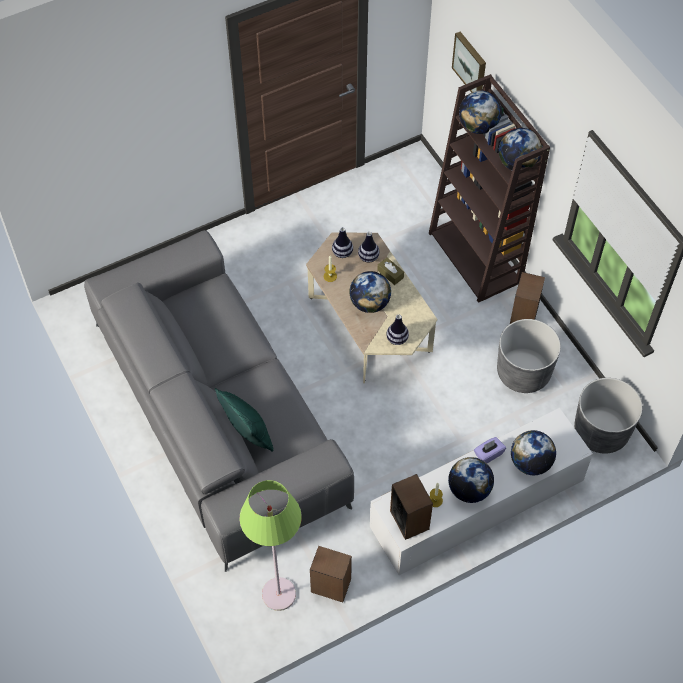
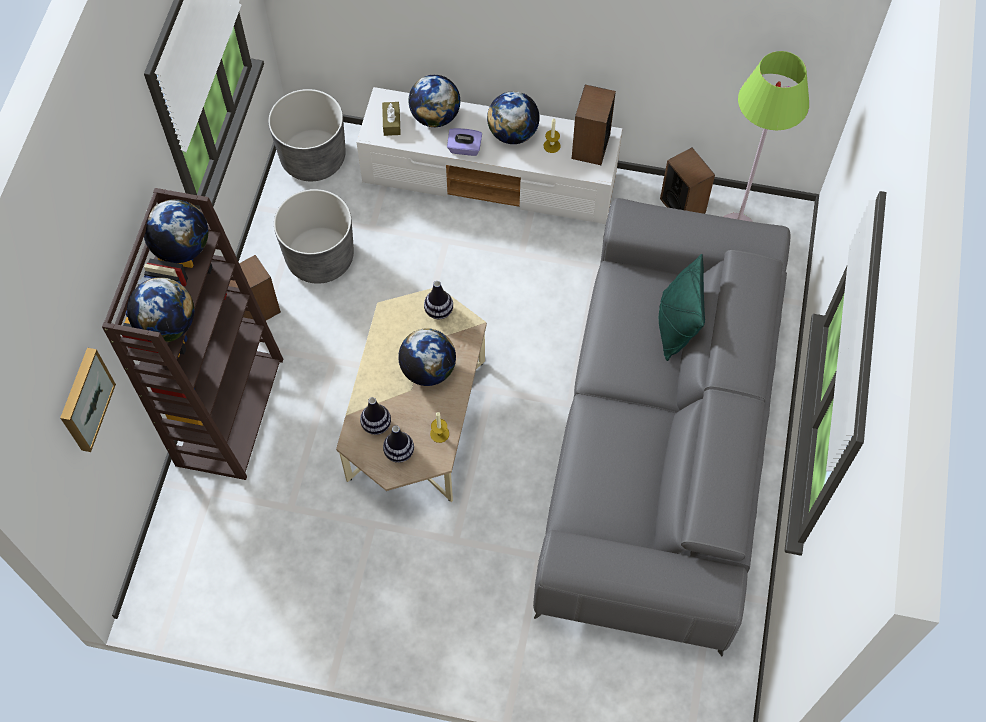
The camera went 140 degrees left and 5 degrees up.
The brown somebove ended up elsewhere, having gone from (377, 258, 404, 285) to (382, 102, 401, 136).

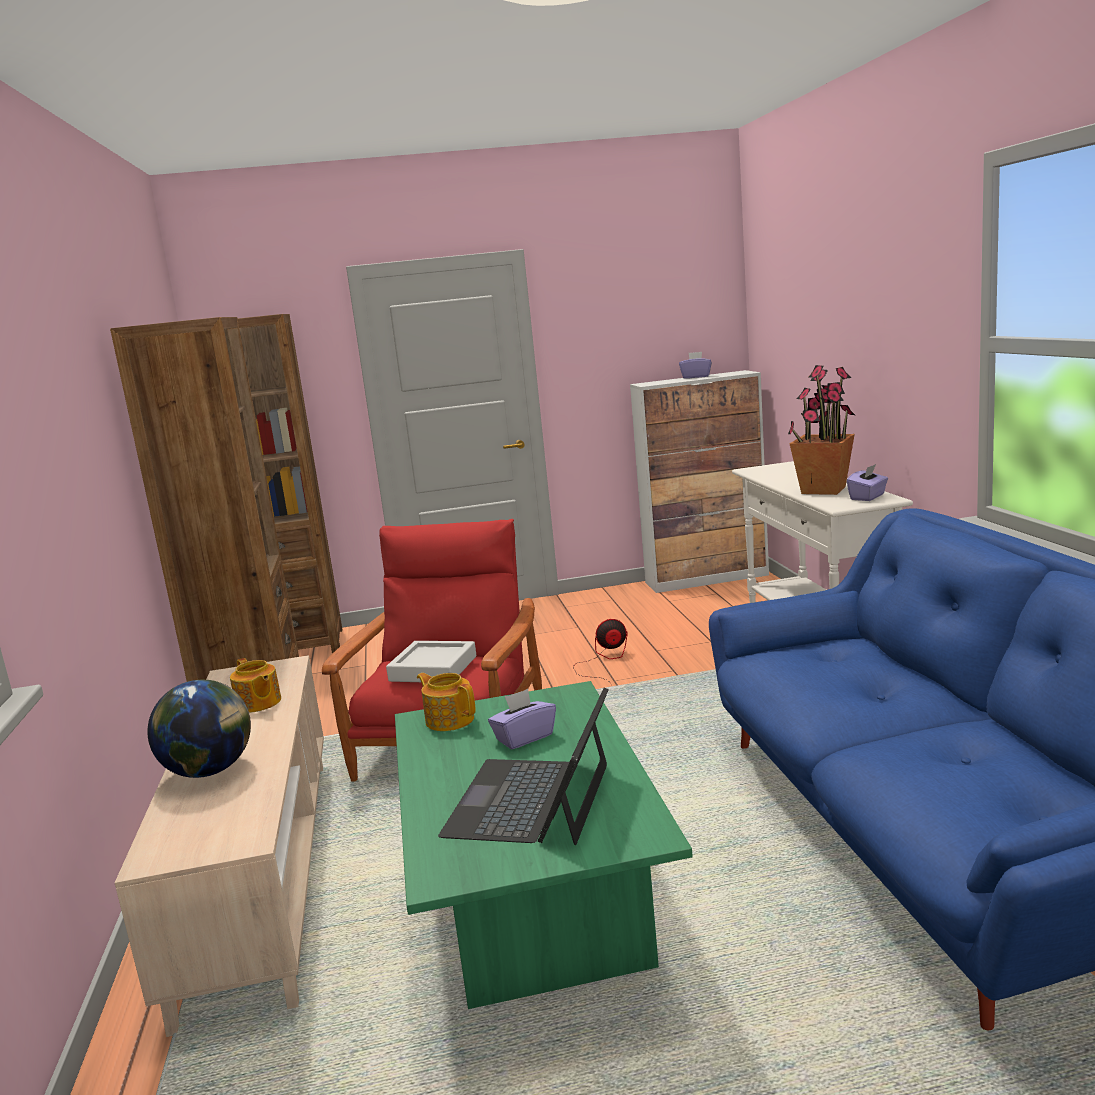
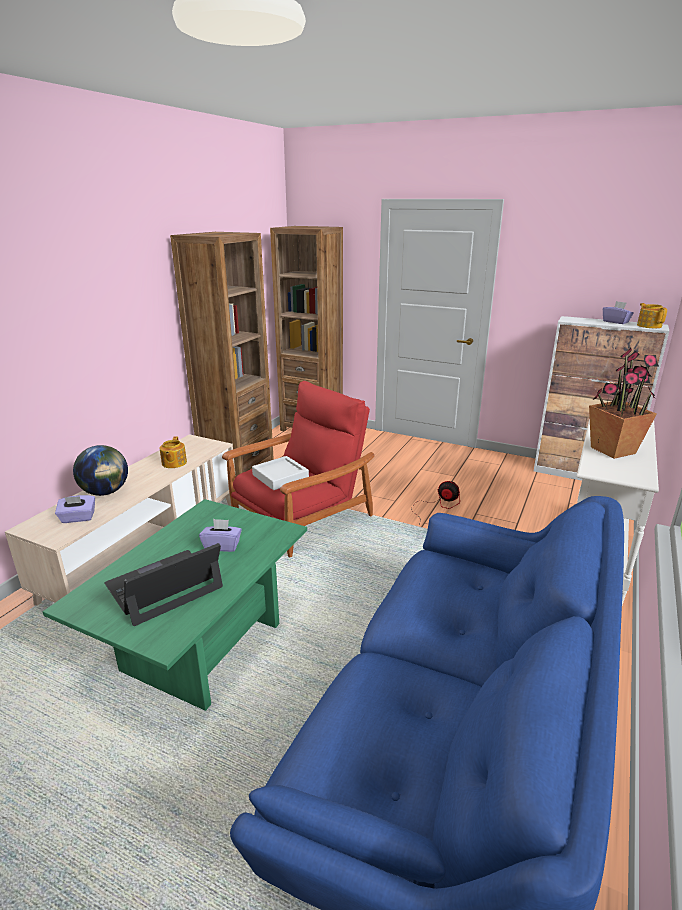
The camera went 35 degrees right and 10 degrees up.
The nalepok ended up elsewhere, having gone from (417, 673, 476, 731) to (637, 303, 667, 328).
The purple somebove ended up elsewhere, having gone from (847, 464, 888, 501) to (55, 495, 95, 523).

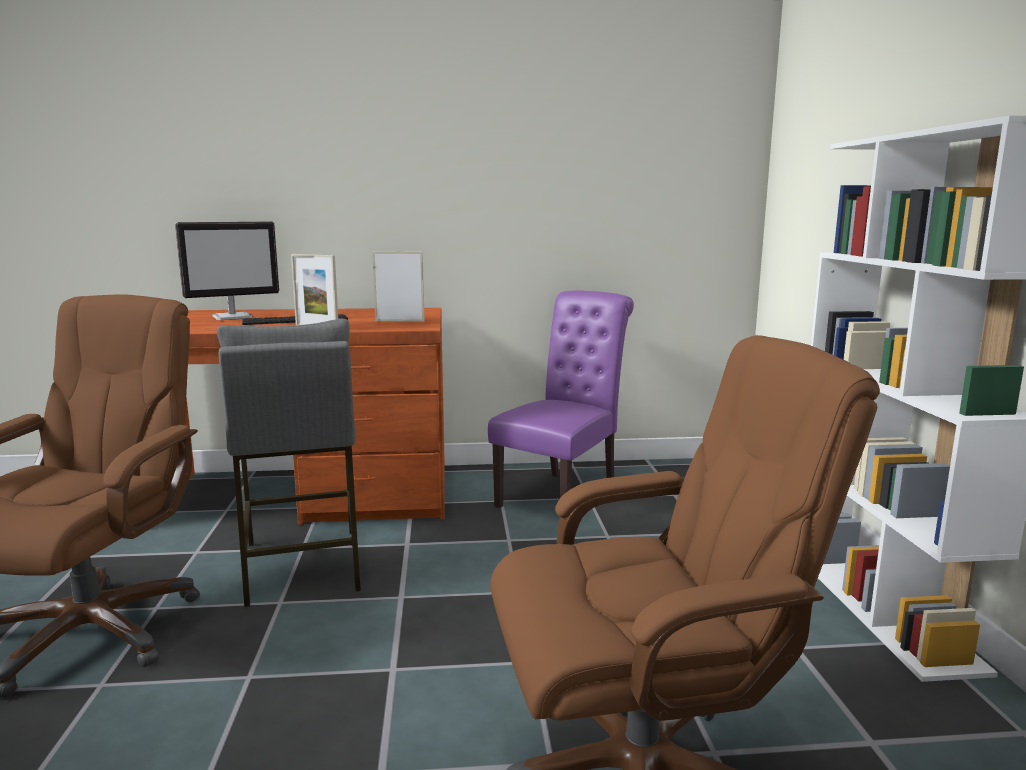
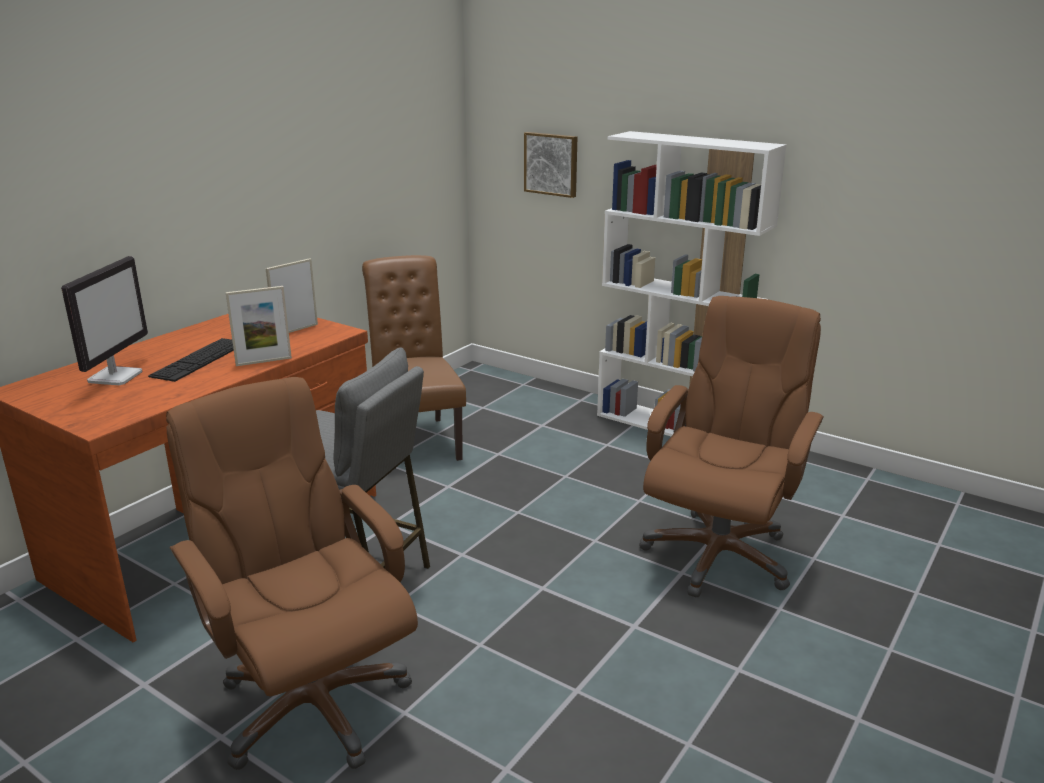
The camera went 50 degrees left and 10 degrees up.
What was the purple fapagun at (488, 290, 634, 508) turned into the brown fapagun at (362, 255, 466, 469).
The second view gained the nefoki at (524, 132, 577, 198).

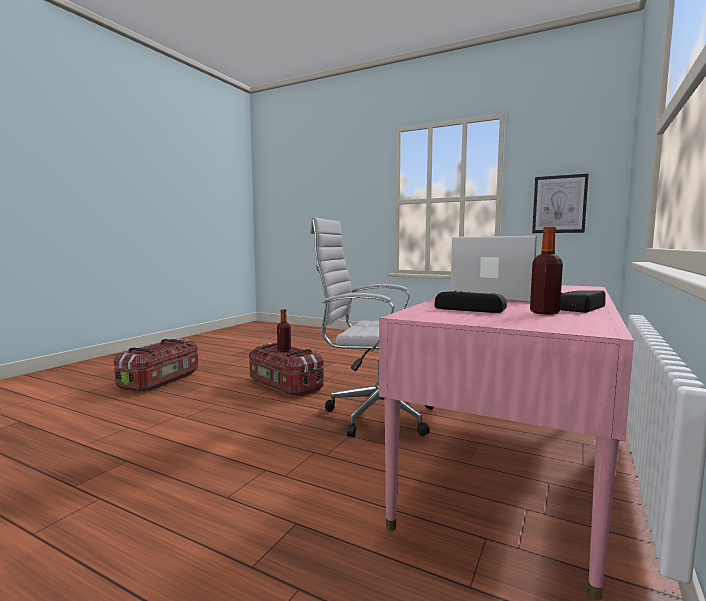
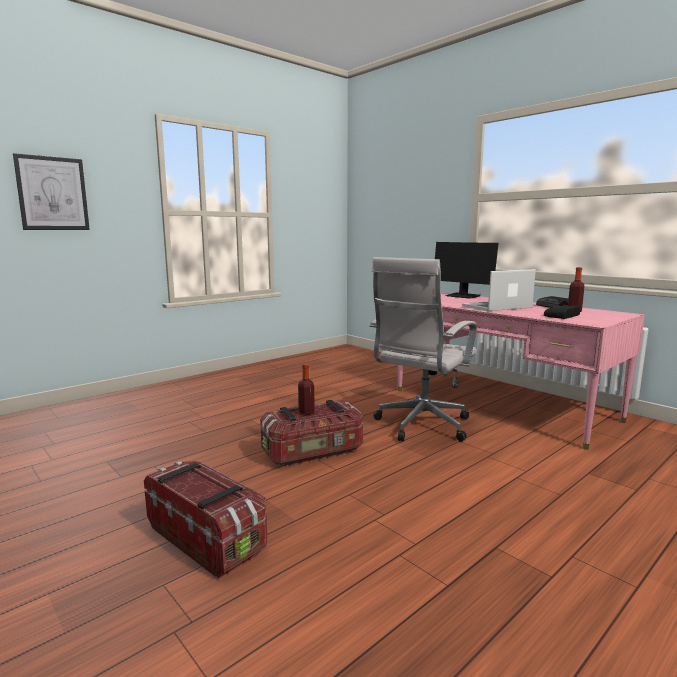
The camera went 70 degrees left and 5 degrees up.
The nefoki ended up elsewhere, having gone from (532, 173, 589, 233) to (13, 153, 90, 230).
The second view gained the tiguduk at (435, 242, 498, 299).

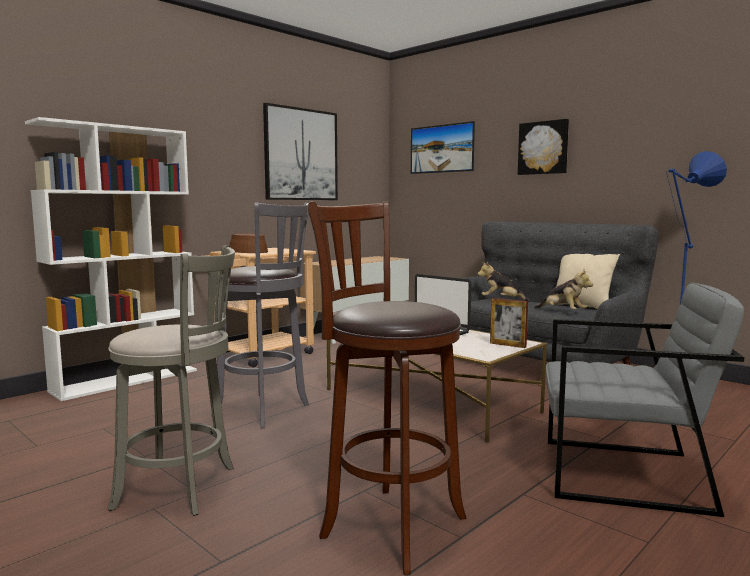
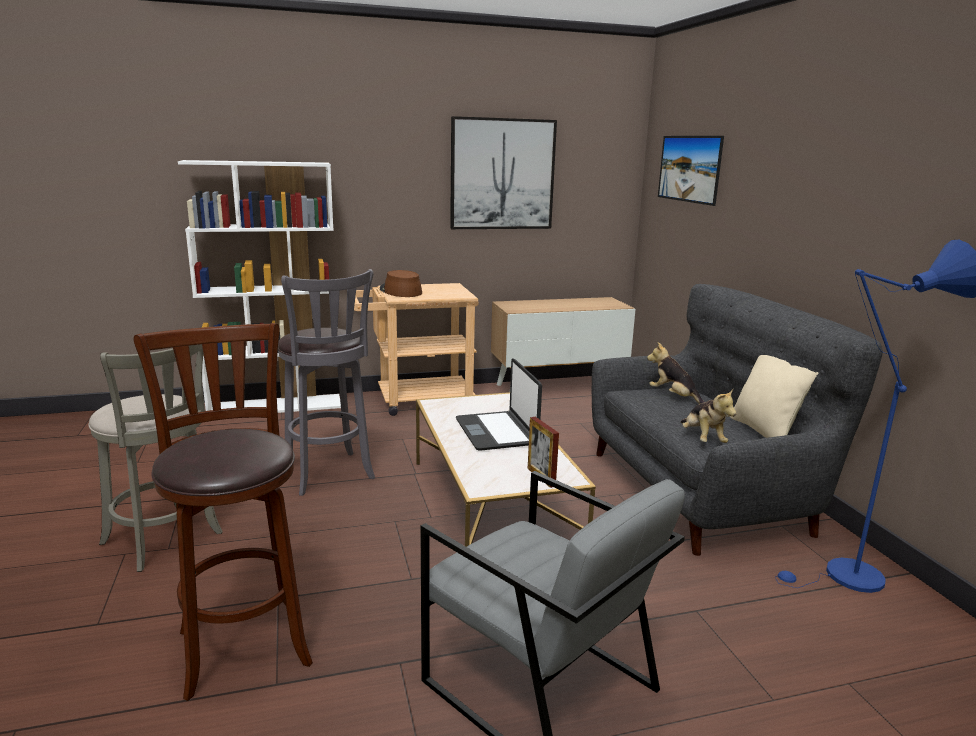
The camera went 30 degrees right and 10 degrees up.
The second view lost the nefoki at (518, 119, 569, 175).

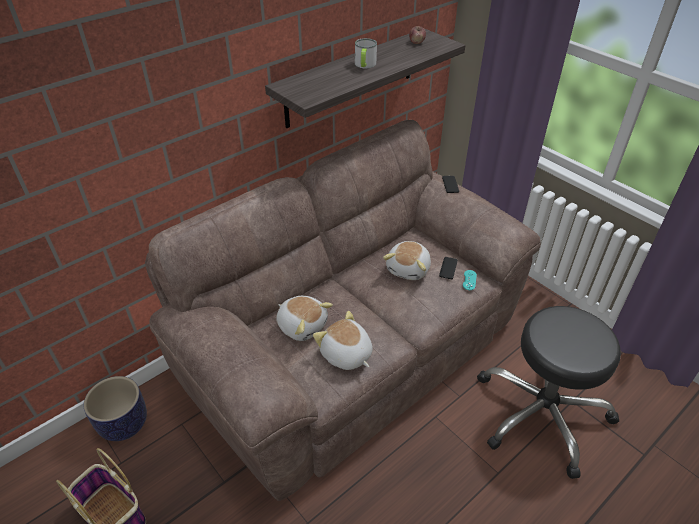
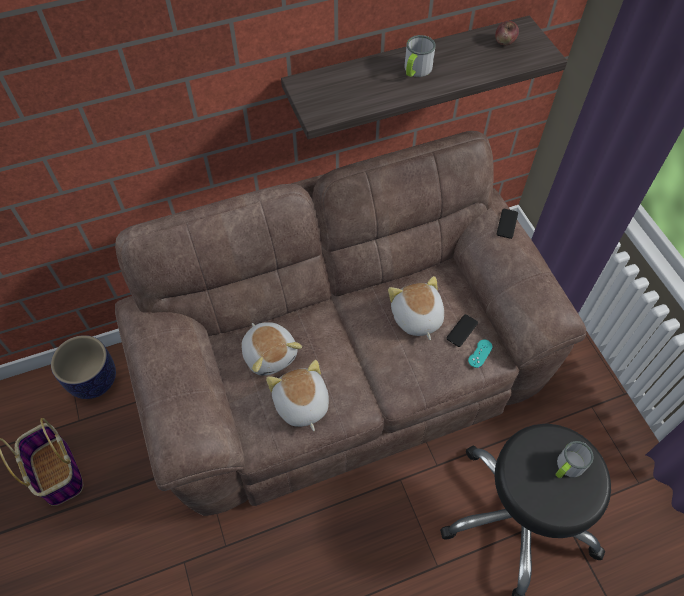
The camera went 20 degrees right and 15 degrees up.
The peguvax at (383, 241, 431, 280) ended up facing another way, 120 degrees clockwise from before.
The second view gained the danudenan at (556, 441, 594, 478).

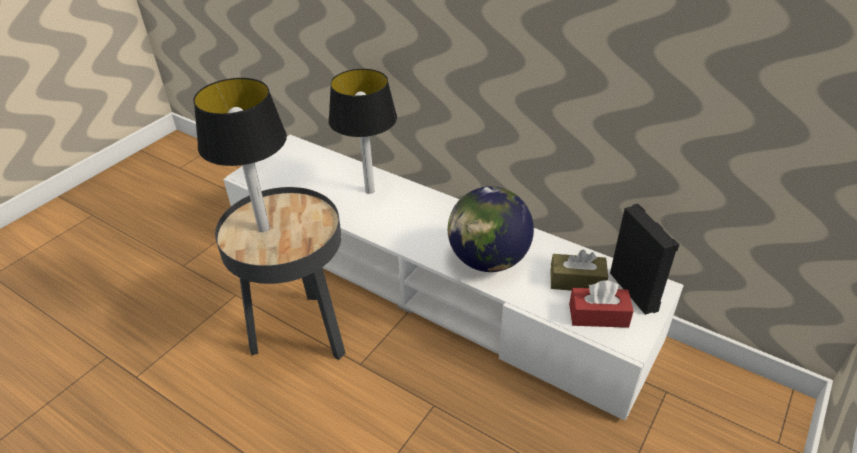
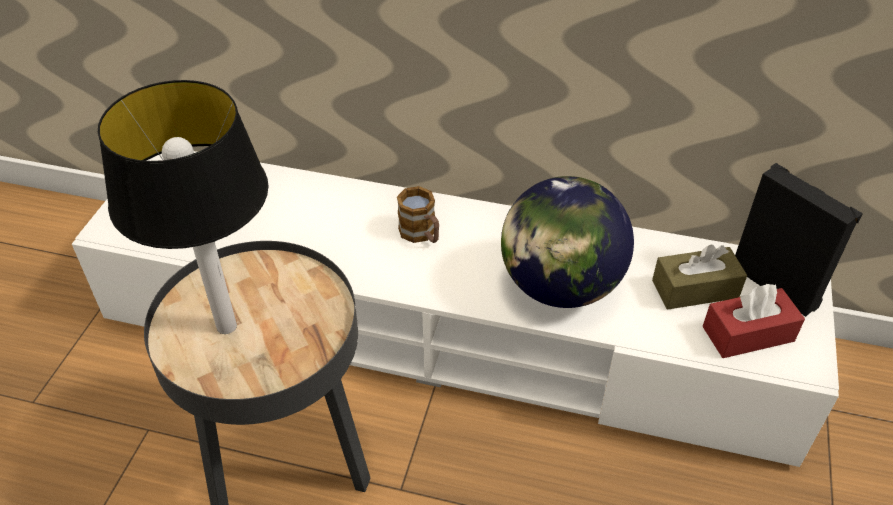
The camera went 20 degrees left and 5 degrees up.
The second view lost the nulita at (328, 69, 397, 194).
The second view gained the danudenan at (397, 186, 439, 243).

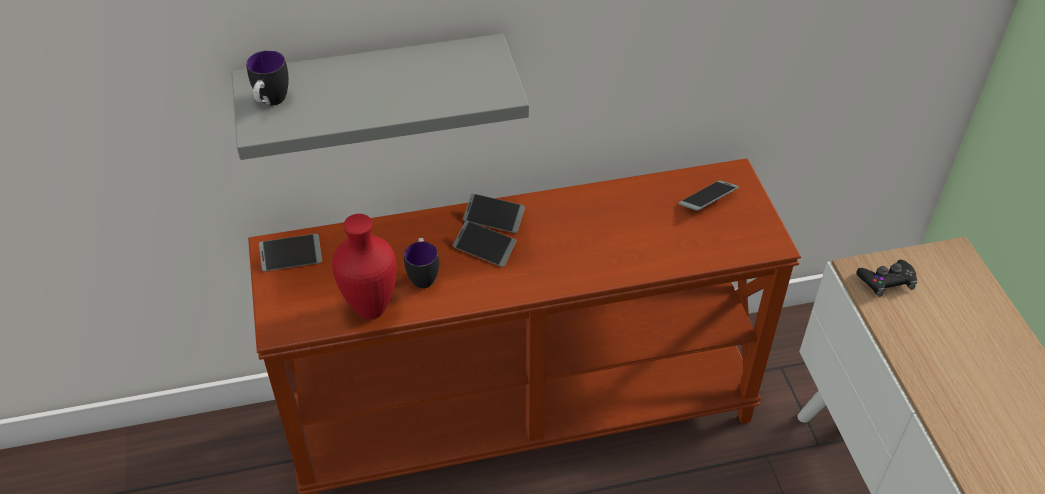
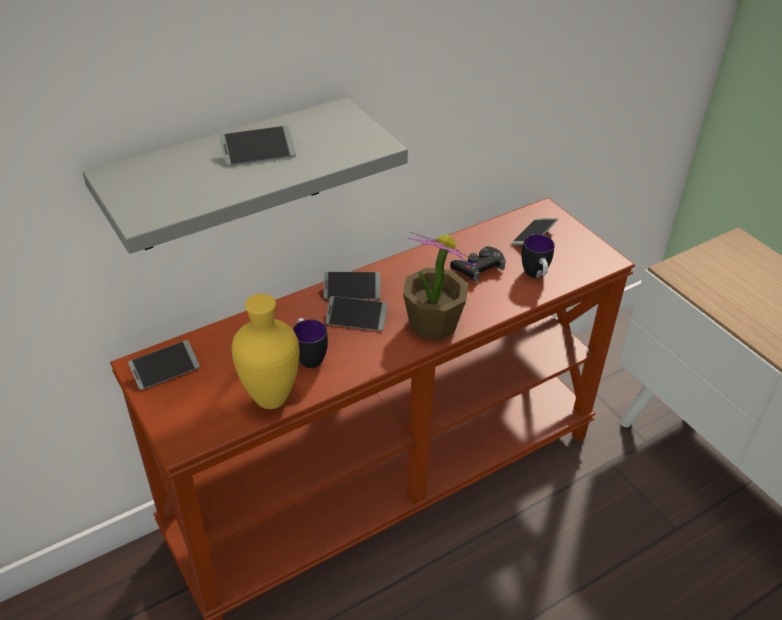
The camera went 20 degrees left and 5 degrees down.
The danudenan ended up elsewhere, having gone from (246, 50, 289, 106) to (521, 234, 555, 278).
What was the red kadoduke at (332, 214, 396, 319) turned into the yellow kadoduke at (232, 293, 299, 409).
The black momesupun ended up elsewhere, having gone from (857, 260, 917, 297) to (450, 246, 506, 282).
The second view gained the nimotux at (220, 126, 296, 166).
The second view gained the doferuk at (403, 232, 474, 340).

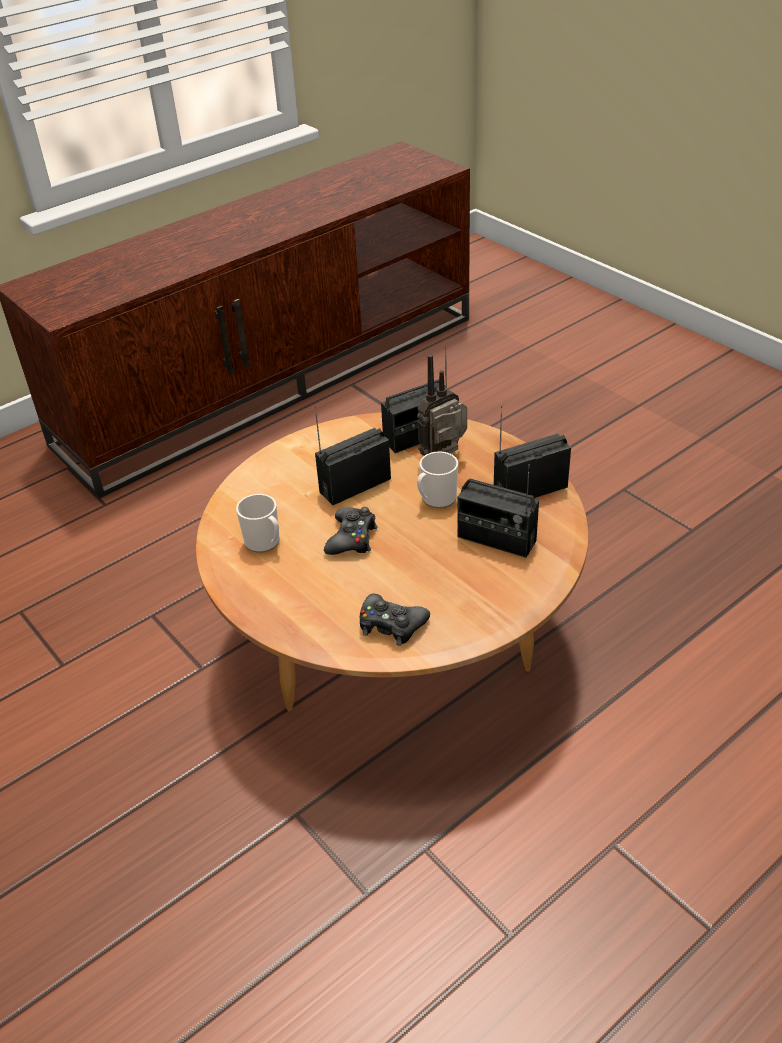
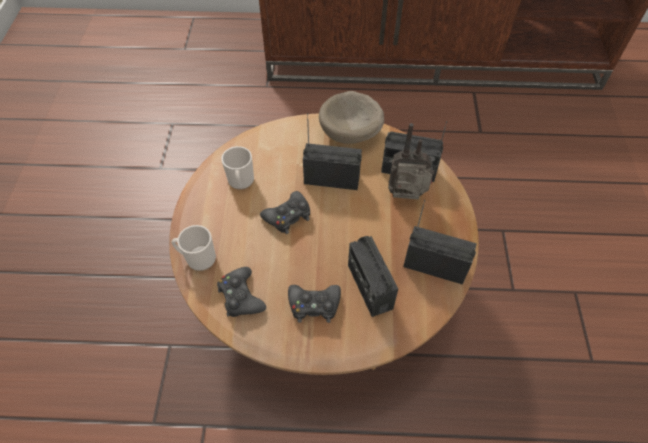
The camera went 40 degrees right and 15 degrees up.
The danudenan ended up elsewhere, having gone from (417, 451, 458, 508) to (172, 225, 216, 271).
The second view gained the black momesupun at (288, 285, 341, 323).
The second view gained the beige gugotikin at (319, 91, 384, 144).

